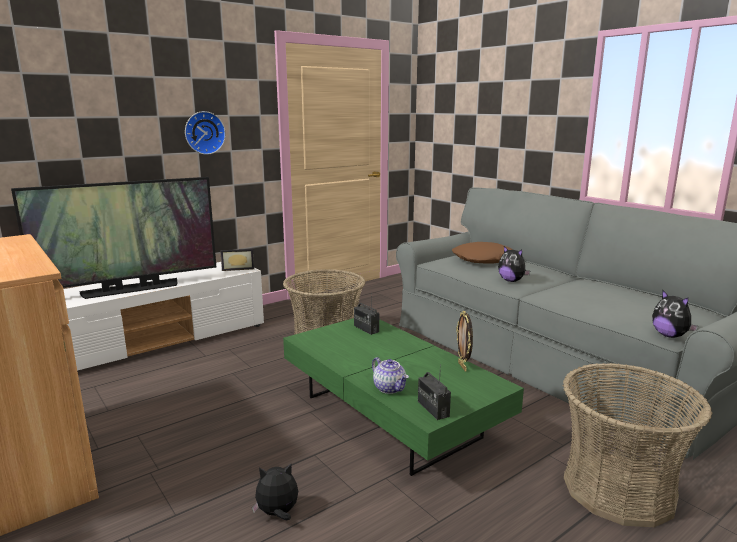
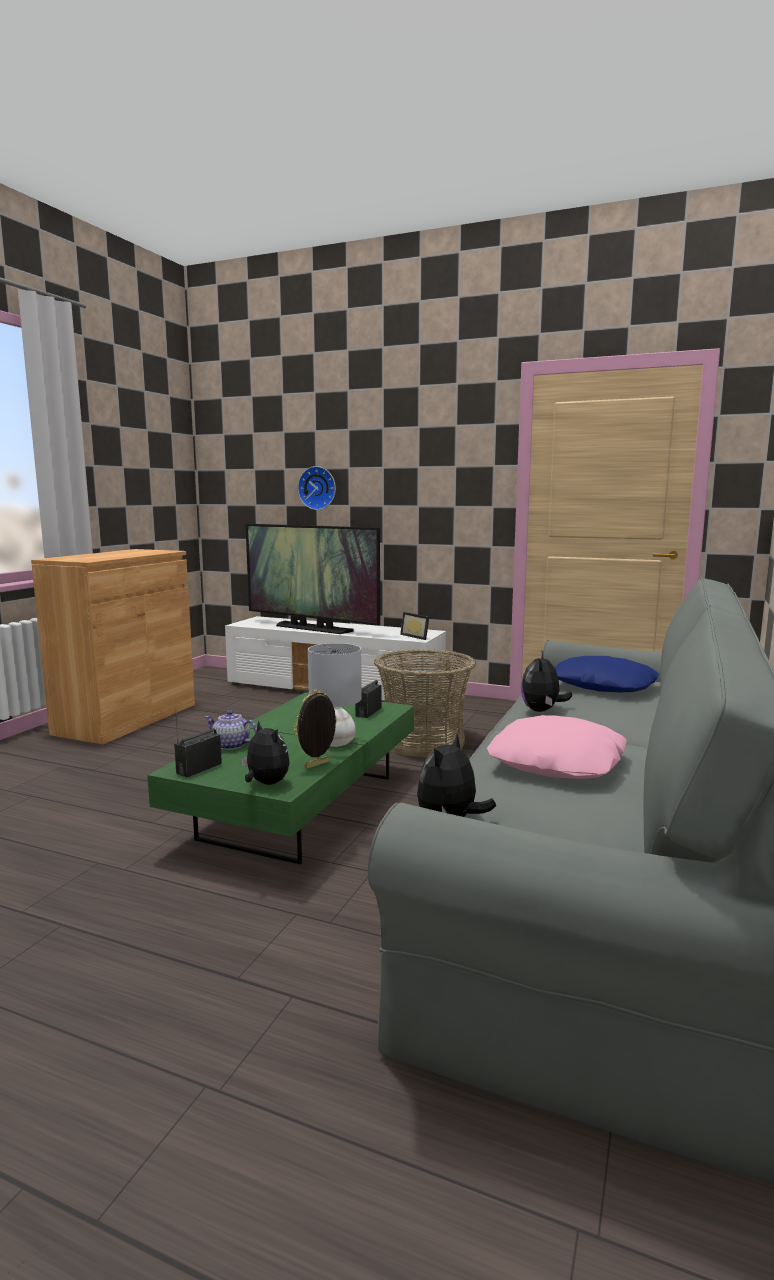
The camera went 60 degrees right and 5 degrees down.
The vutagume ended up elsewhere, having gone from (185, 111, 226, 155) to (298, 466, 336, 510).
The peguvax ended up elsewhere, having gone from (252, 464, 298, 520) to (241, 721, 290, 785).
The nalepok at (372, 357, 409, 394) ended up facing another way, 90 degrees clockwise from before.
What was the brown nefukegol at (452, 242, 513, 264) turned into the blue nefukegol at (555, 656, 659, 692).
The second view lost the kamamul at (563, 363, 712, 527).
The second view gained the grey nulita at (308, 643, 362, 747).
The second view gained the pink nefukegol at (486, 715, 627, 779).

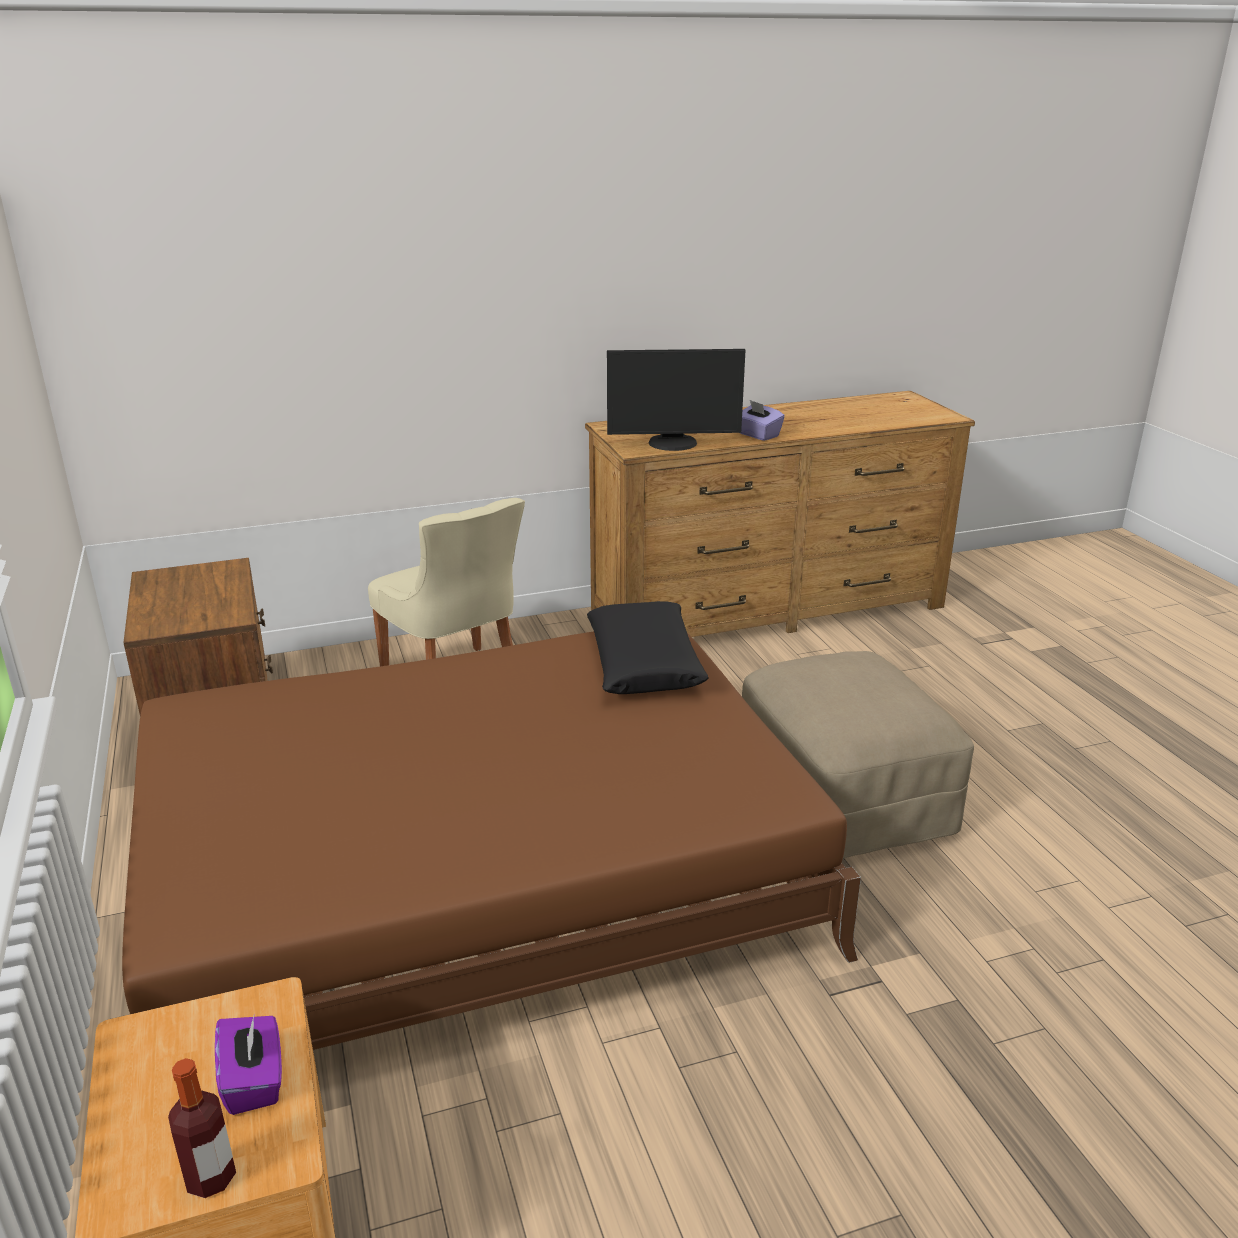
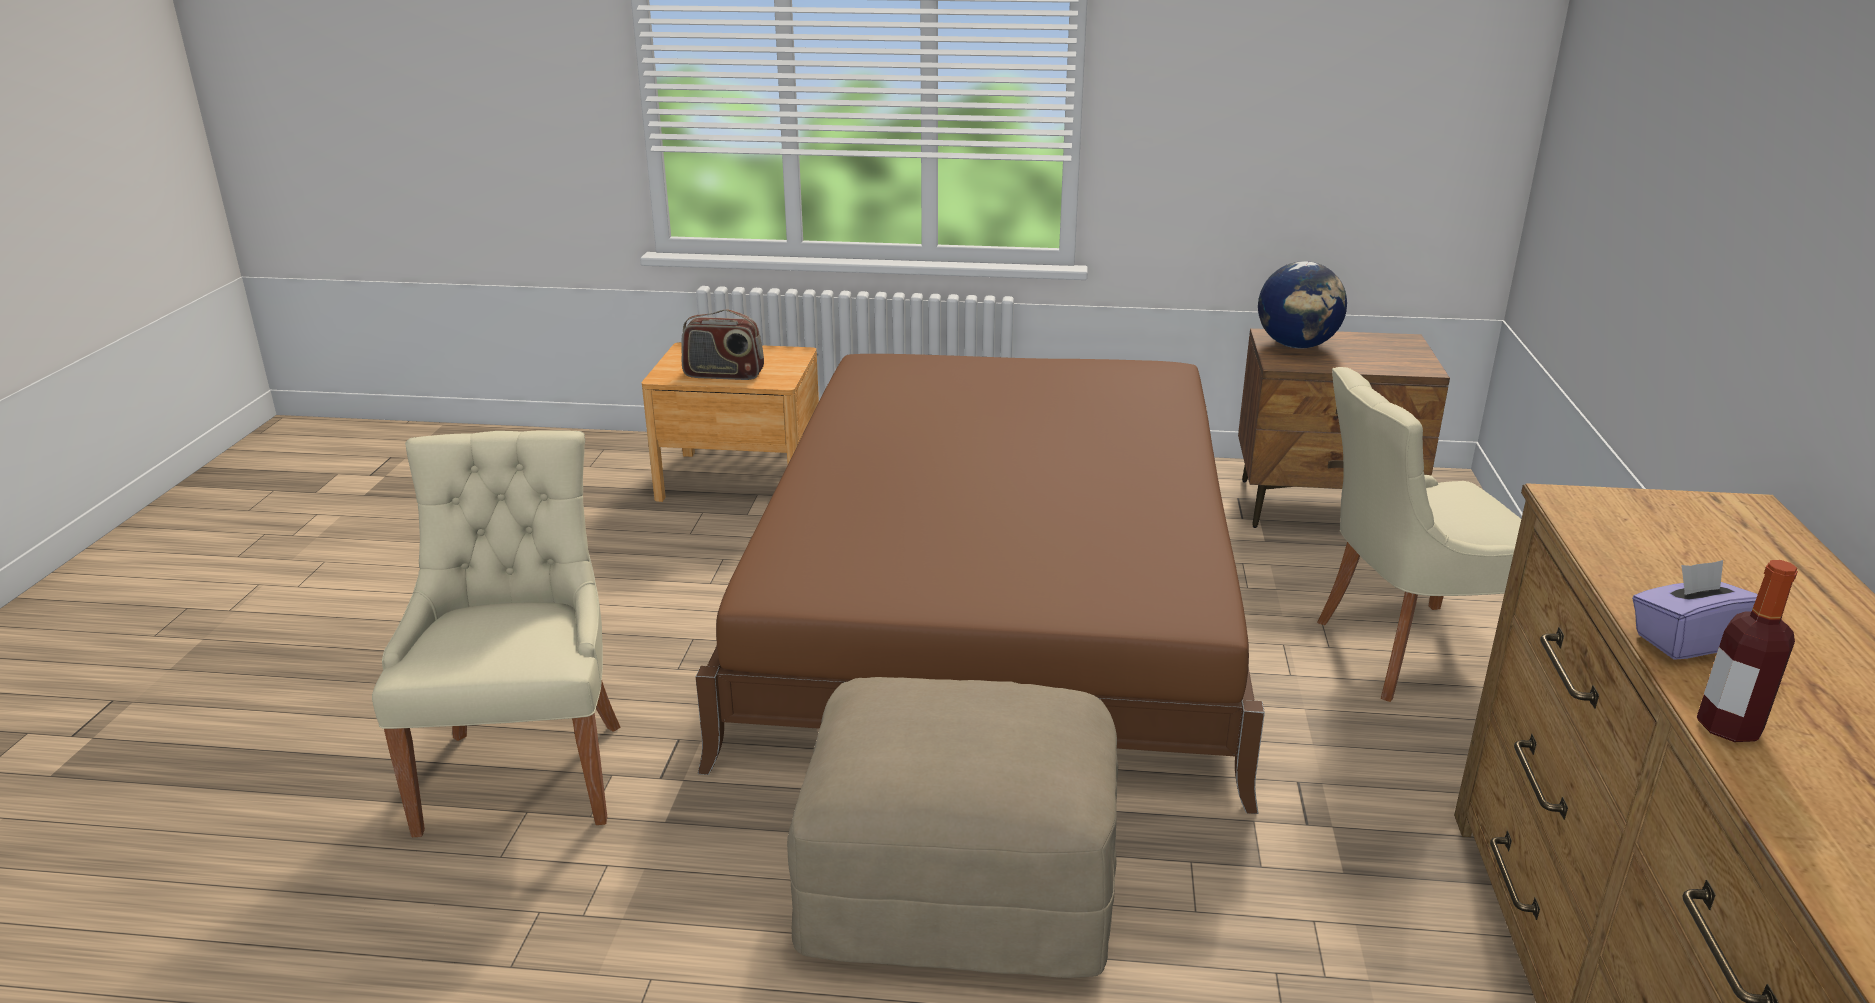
The camera went 115 degrees right and 0 degrees up.
The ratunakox ended up elsewhere, having gone from (168, 1058, 236, 1198) to (1697, 560, 1798, 742).
Where the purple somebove stood at (215, 1013, 282, 1115), the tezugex came to stand at (681, 310, 764, 380).
The second view lost the black nefukegol at (587, 601, 709, 694).
The second view lost the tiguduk at (607, 349, 746, 451).
The second view gained the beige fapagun at (372, 430, 620, 837).
The second view gained the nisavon at (1258, 261, 1347, 348).

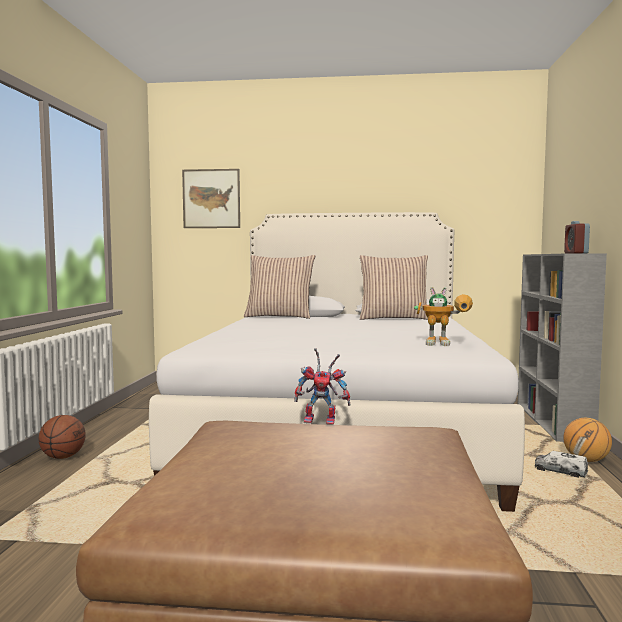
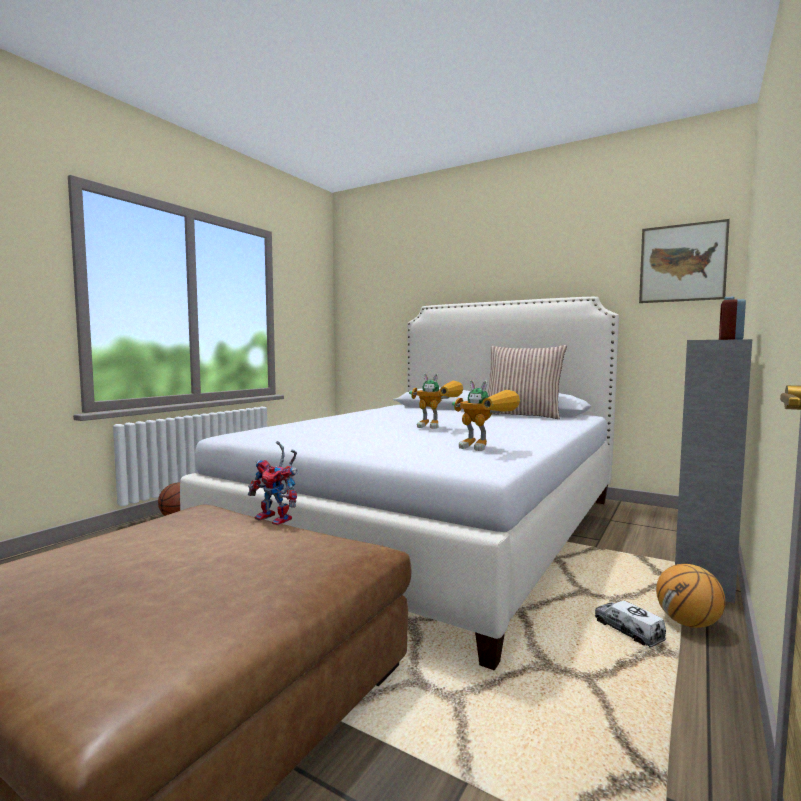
The camera went 25 degrees right and 0 degrees up.
The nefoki ended up elsewhere, having gone from (182, 169, 240, 228) to (639, 219, 730, 303).
The second view lost the nefukegol at (244, 255, 315, 319).
The second view gained the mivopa at (409, 373, 463, 429).

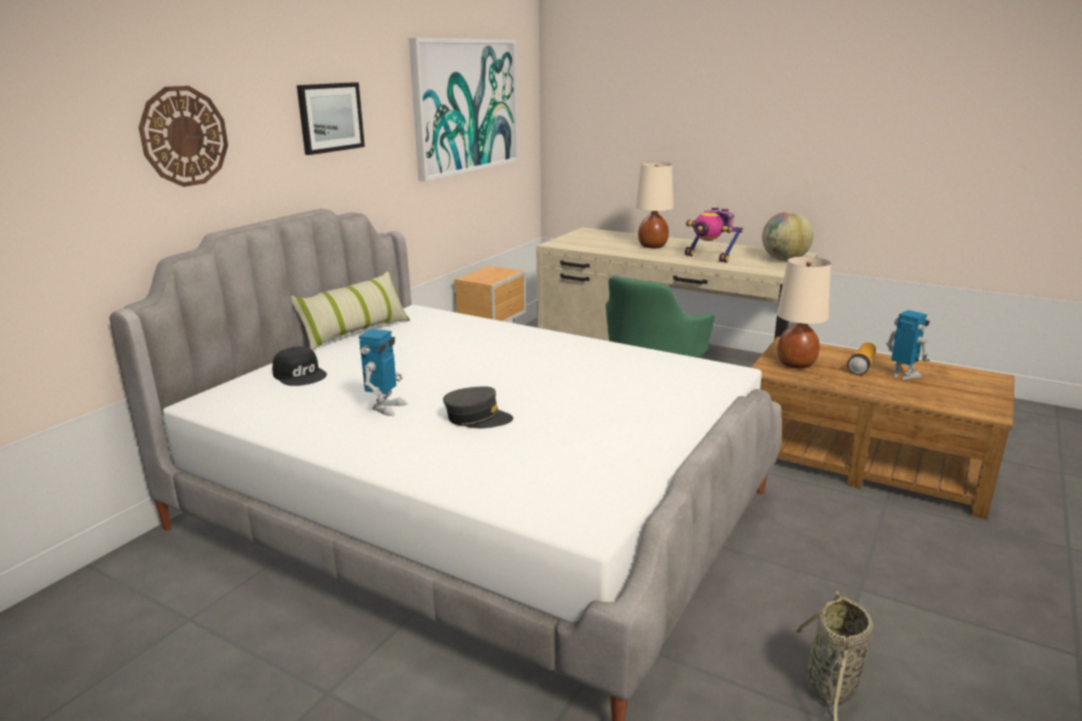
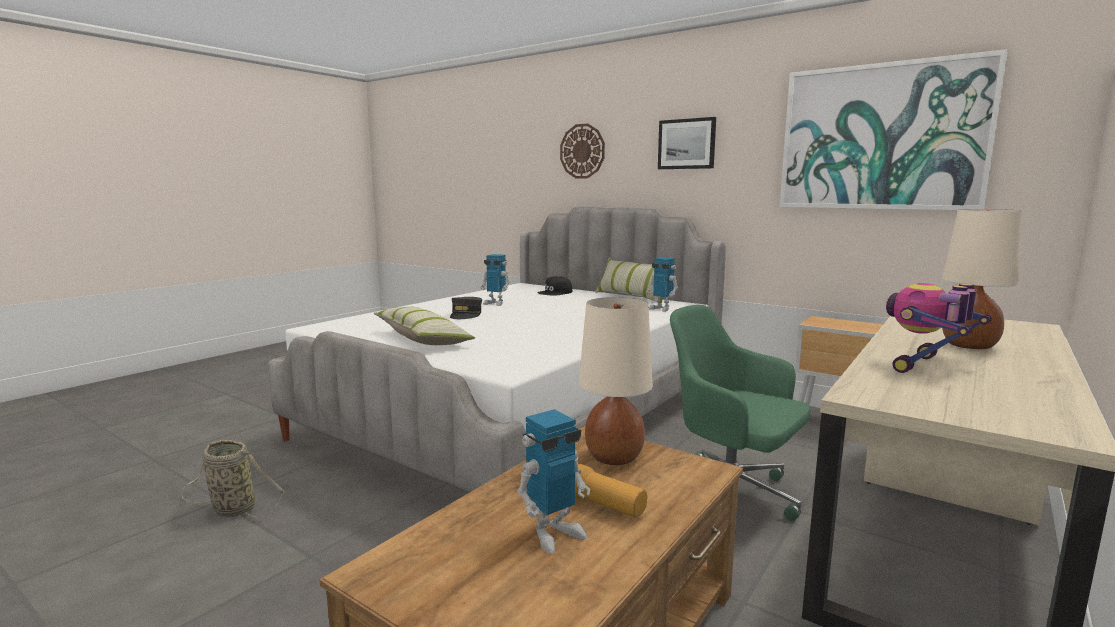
The camera went 95 degrees right and 10 degrees down.
The second view lost the nisavon at (762, 211, 814, 261).
The second view gained the nefukegol at (374, 307, 475, 345).
The second view gained the mivopa at (646, 257, 678, 312).

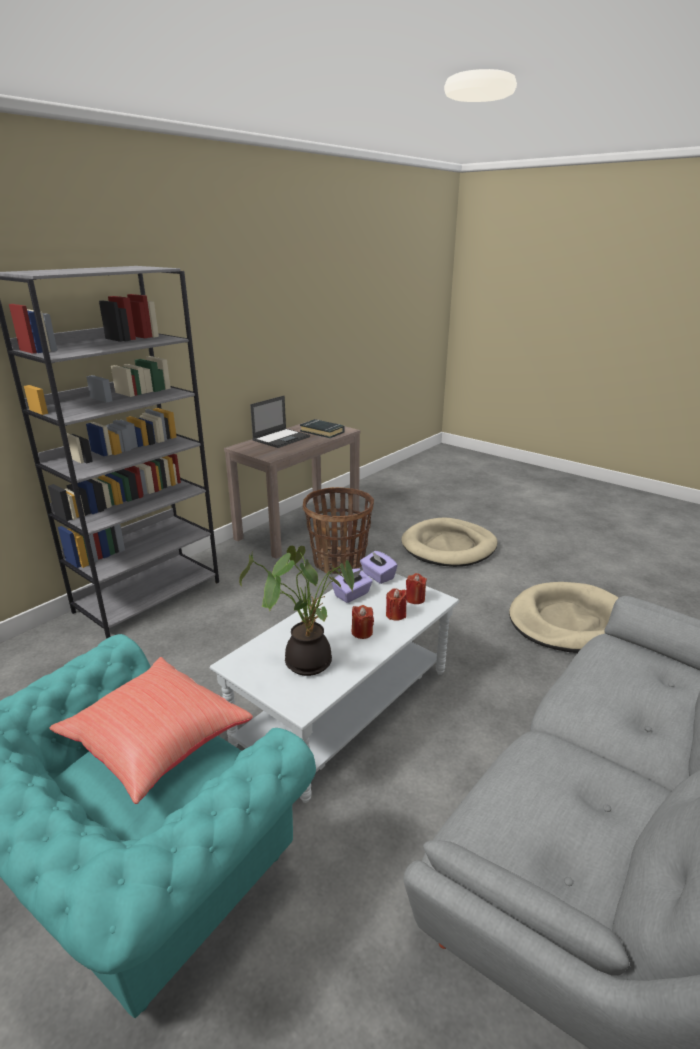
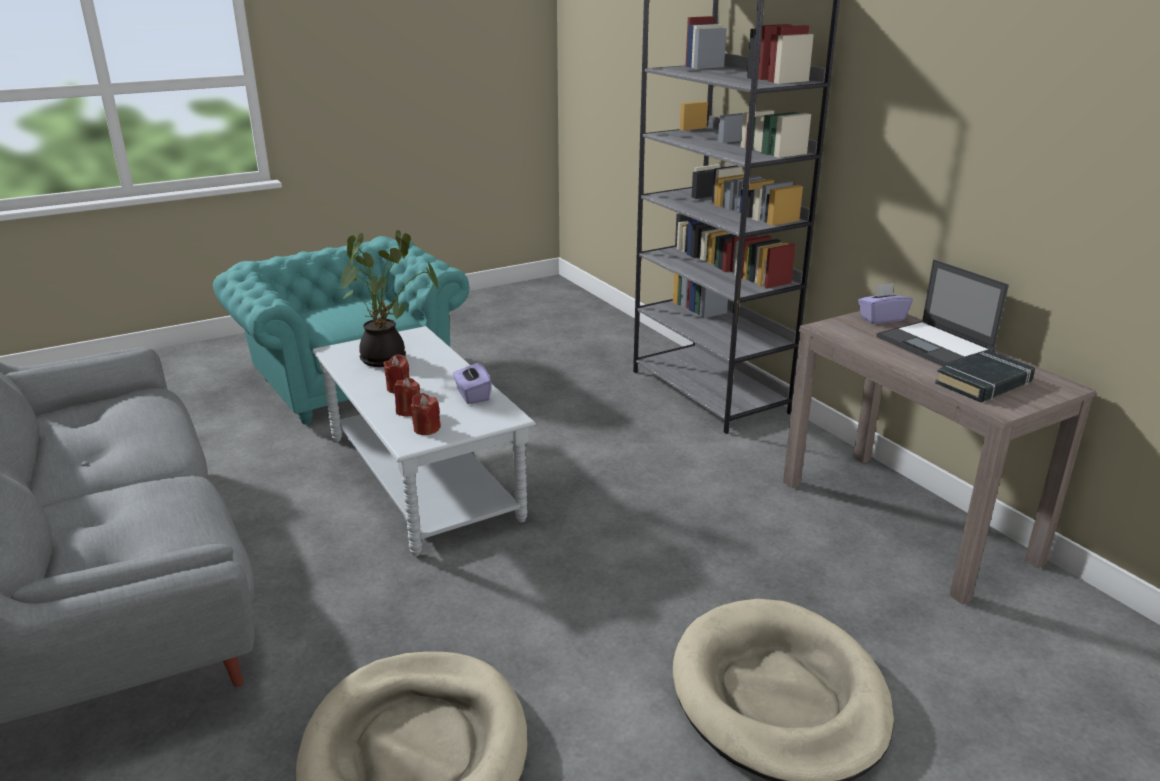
The camera went 110 degrees right and 0 degrees up.
The second view lost the red nefukegol at (49, 657, 253, 804).
The second view lost the kamamul at (303, 487, 374, 574).
The purple somebove ended up elsewhere, having gone from (360, 550, 398, 584) to (858, 283, 913, 324).

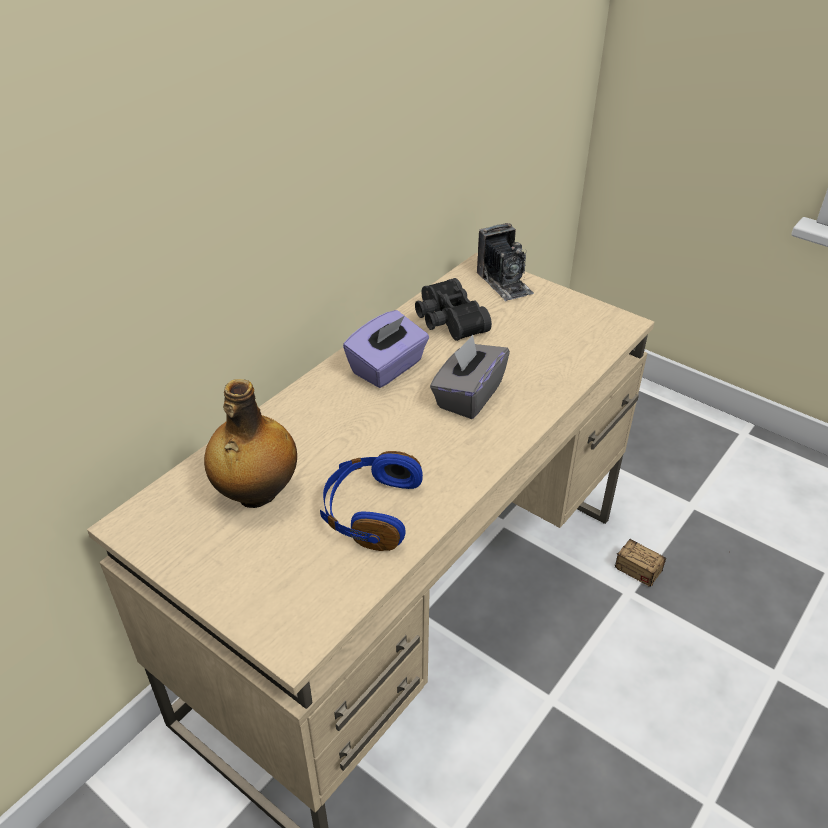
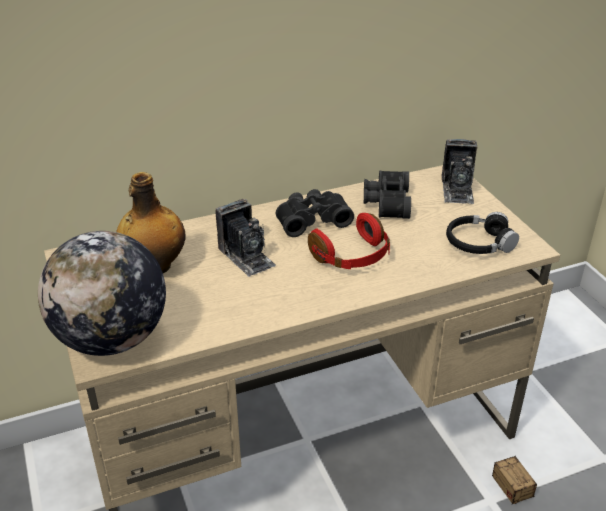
The camera went 30 degrees right and 5 degrees down.
The second view lost the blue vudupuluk at (320, 451, 423, 551).
Where the purple somebove stood at (343, 310, 429, 388), the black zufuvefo came to stand at (276, 189, 354, 237).
Where the grey somebove stood at (430, 335, 510, 419), the red vudupuluk came to stand at (308, 213, 390, 269).
The second view gained the nisavon at (38, 231, 166, 356).
The second view gained the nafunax at (215, 199, 276, 277).
The second view gained the black vudupuluk at (446, 212, 519, 254).

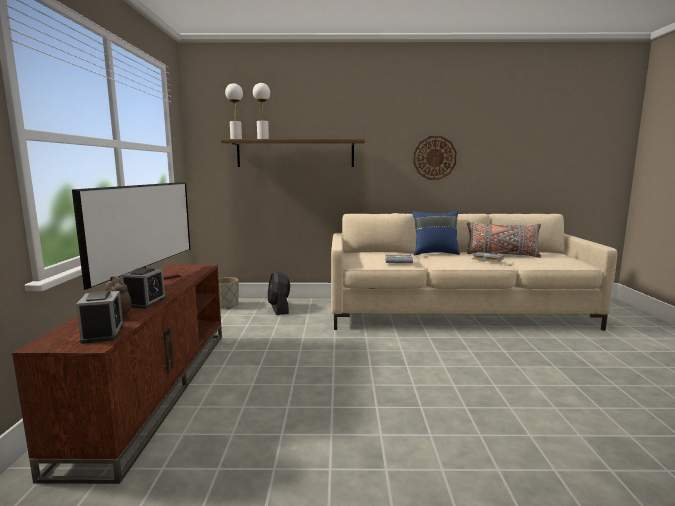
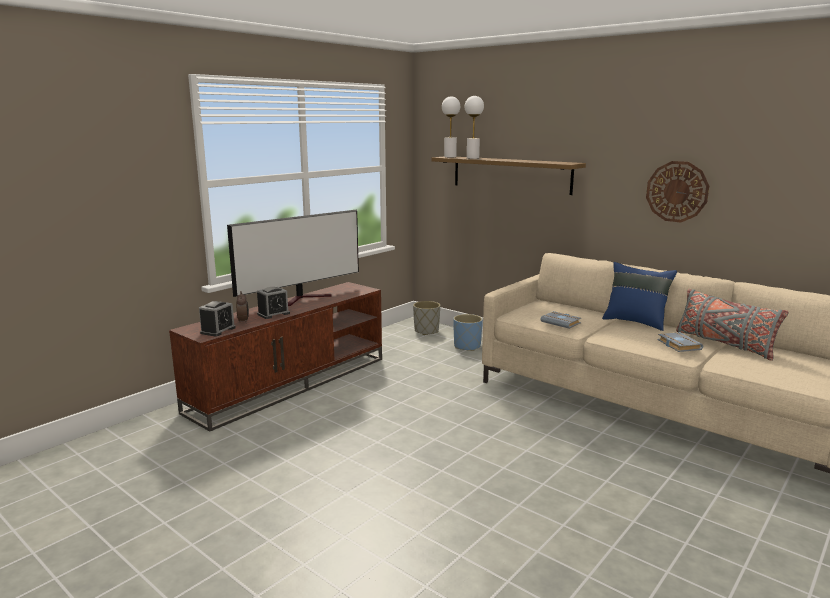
The camera went 40 degrees right and 5 degrees up.
Where the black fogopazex stood at (268, 271, 290, 315), the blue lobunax came to stand at (453, 314, 483, 351).

